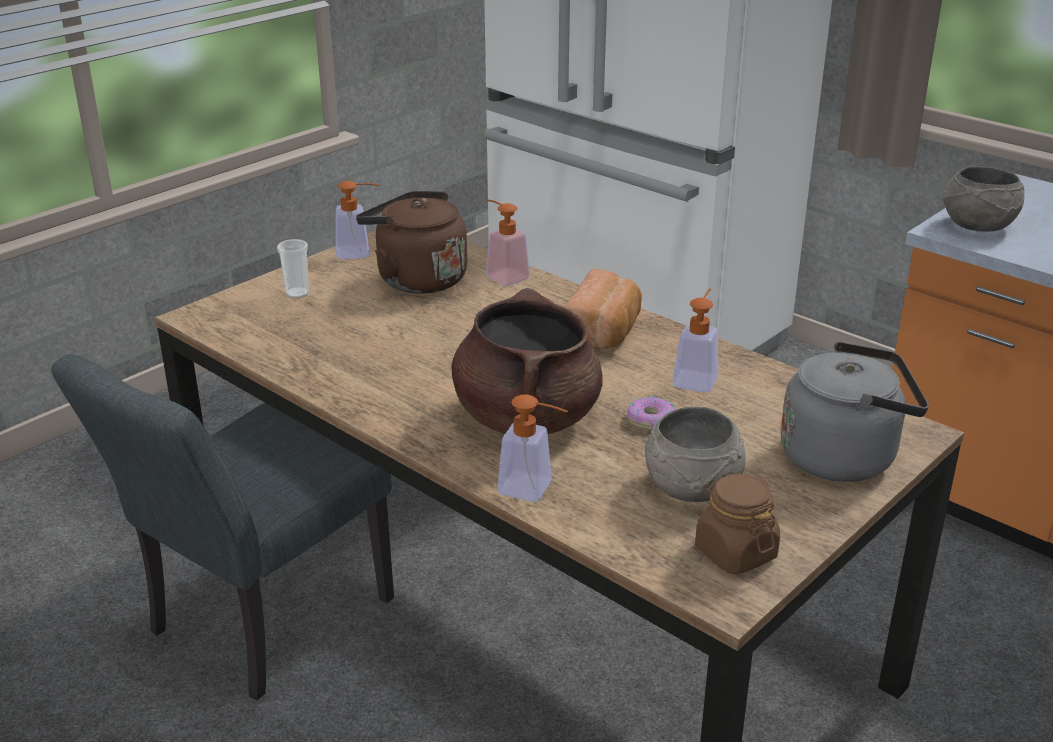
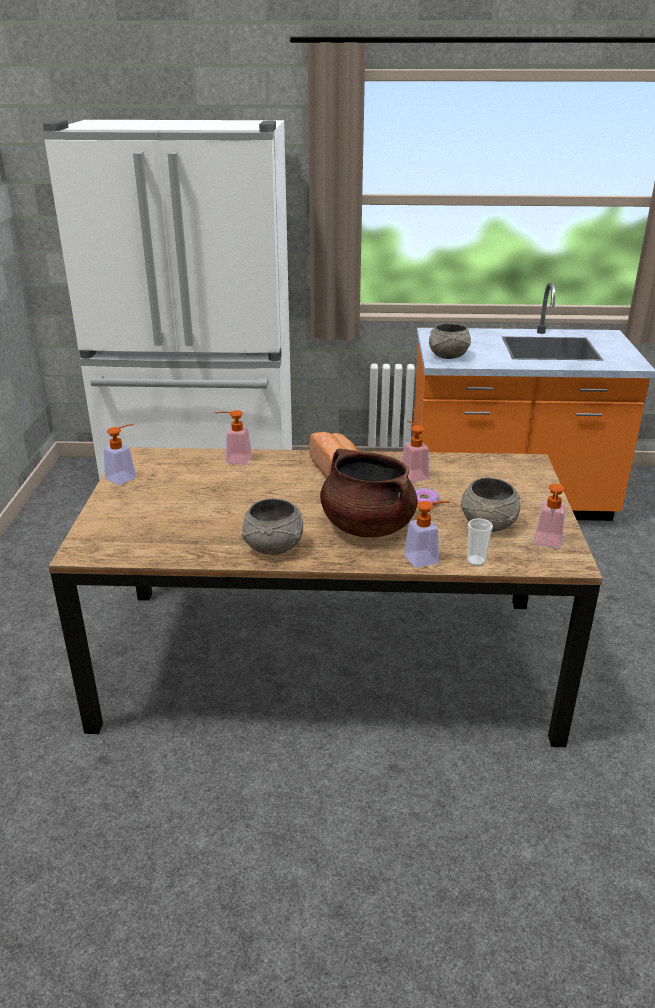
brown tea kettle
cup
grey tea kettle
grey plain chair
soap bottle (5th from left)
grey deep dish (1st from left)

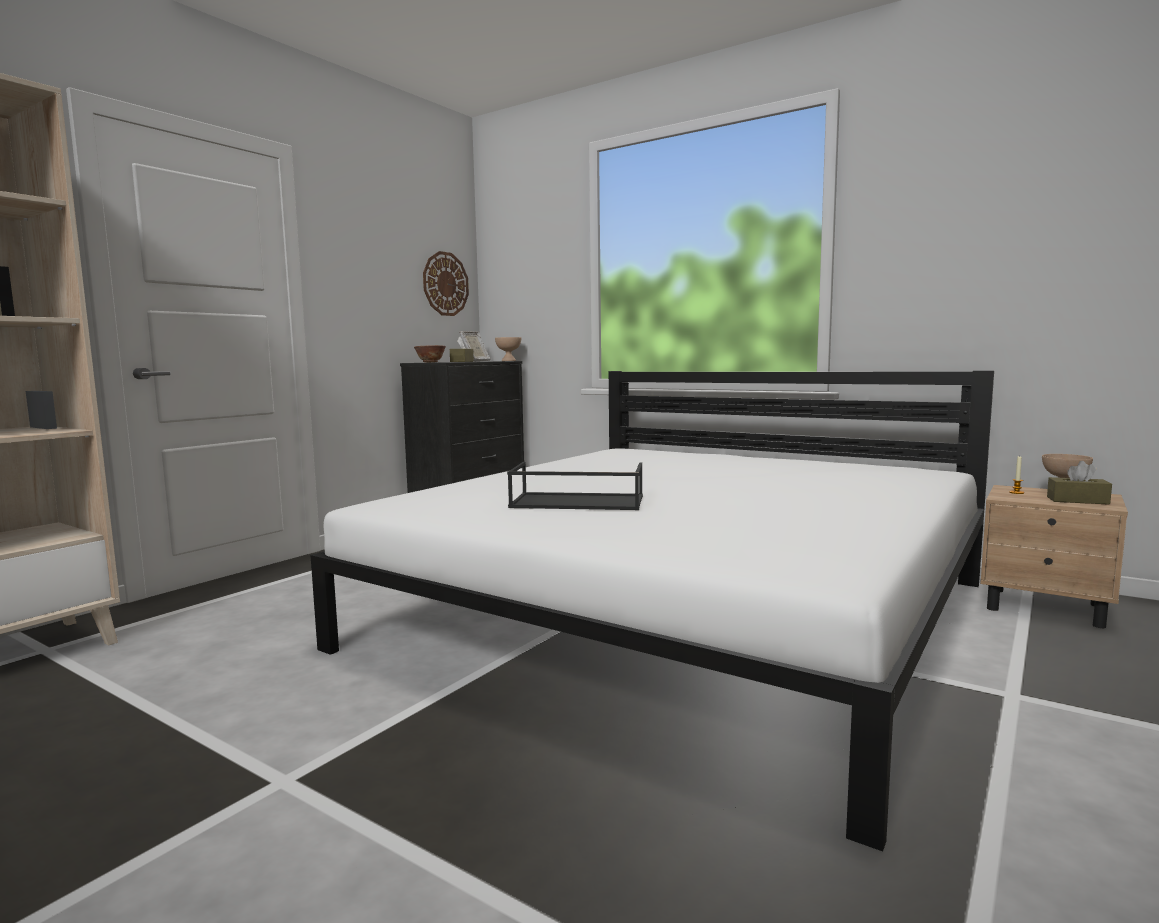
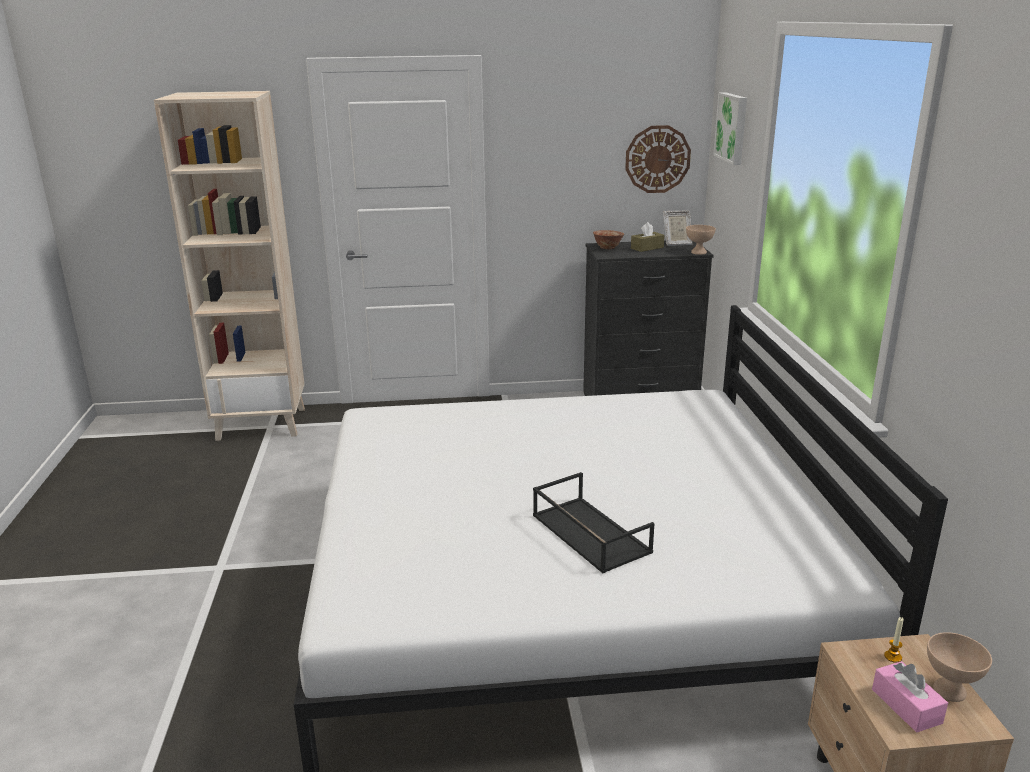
pink-coloured box of tissues
blackish tray
wall art

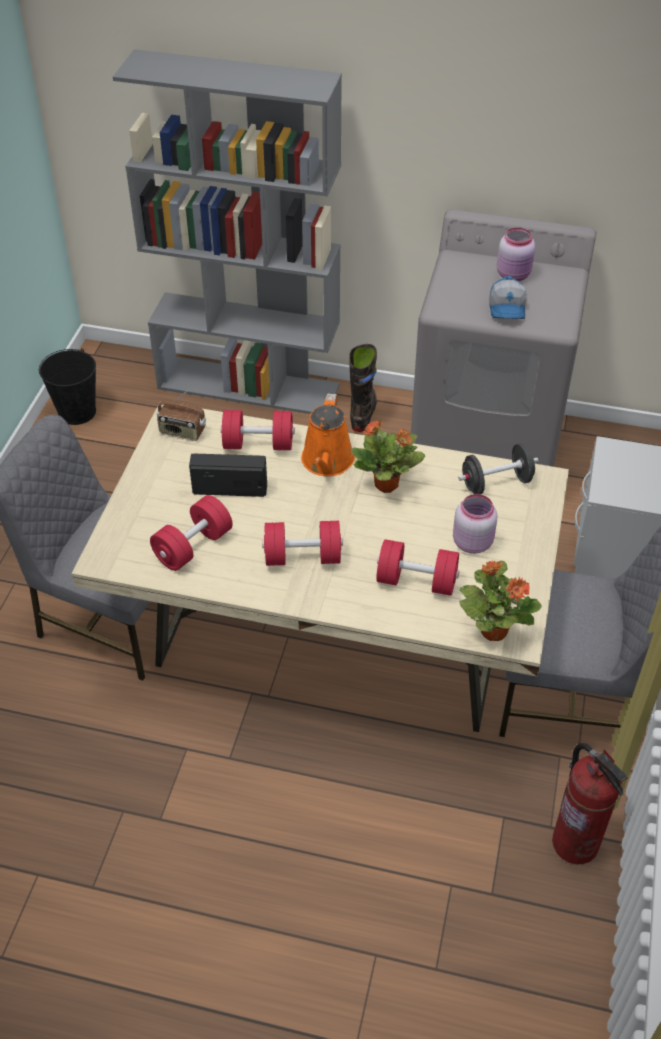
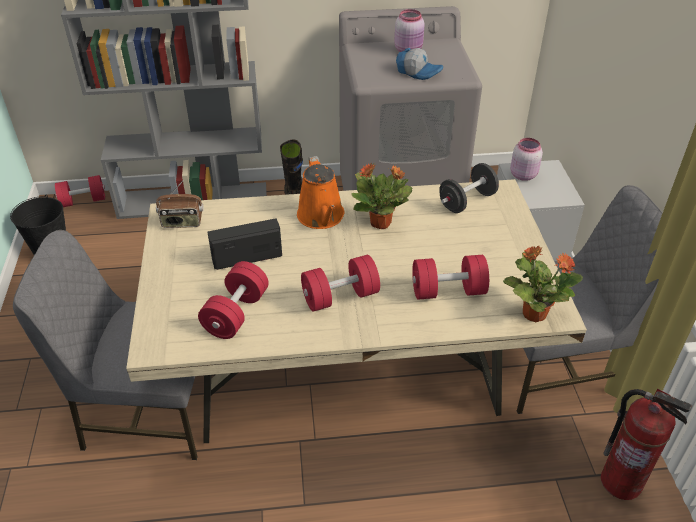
cap
red dumbbell (1st from left)
pink-coloured jar (2nd from left)

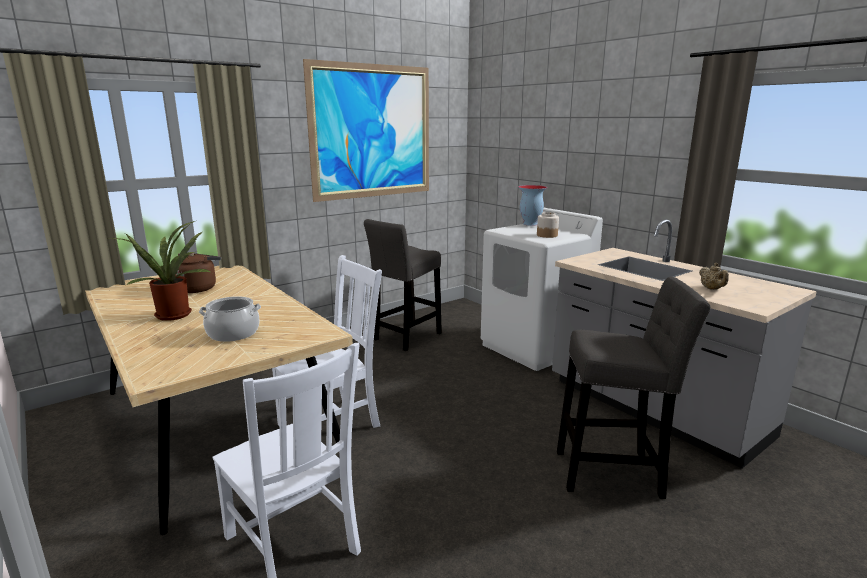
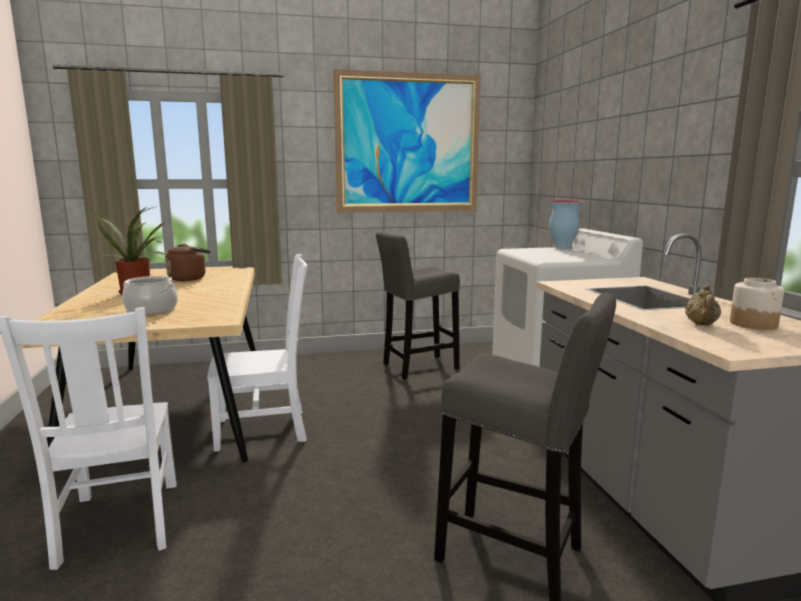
jar

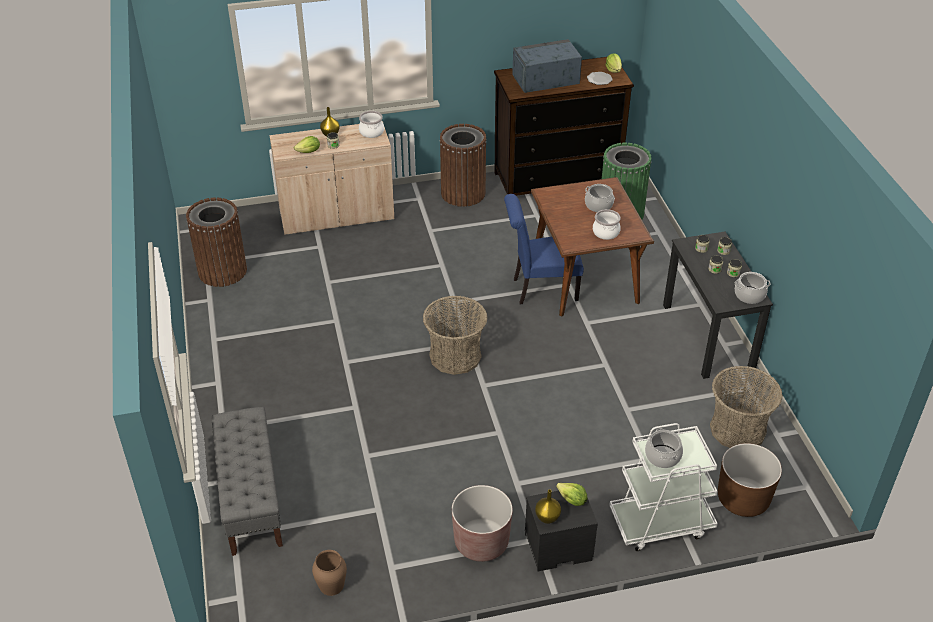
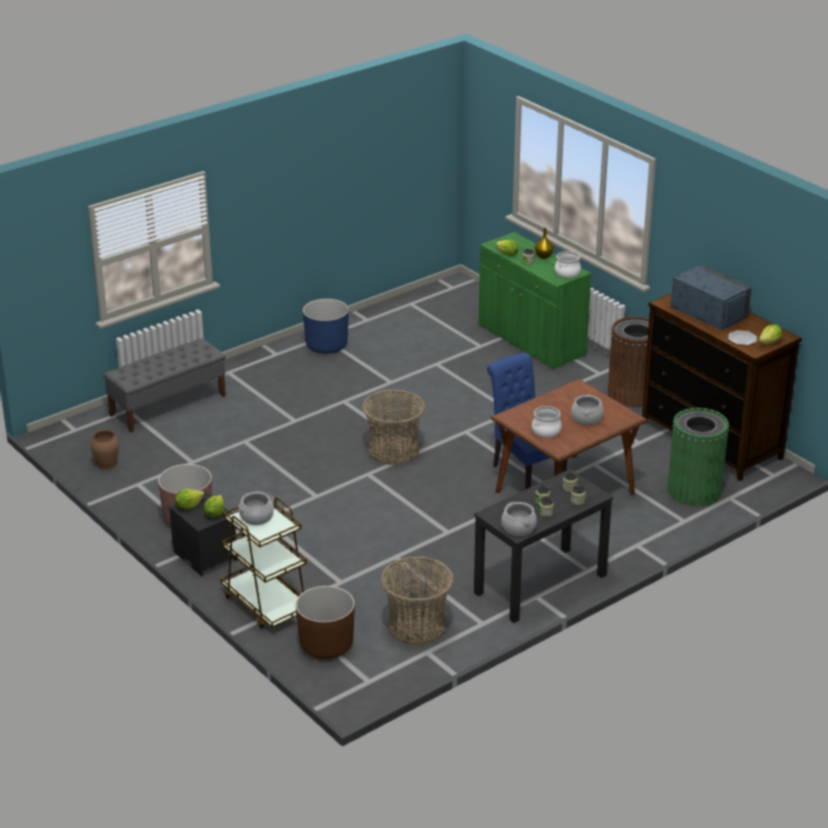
green-coloured storage cabinet
brown waste bin (1st from left in the first image)
brown wheeled cart
lettuce (1st from left)
blue-coloured planter

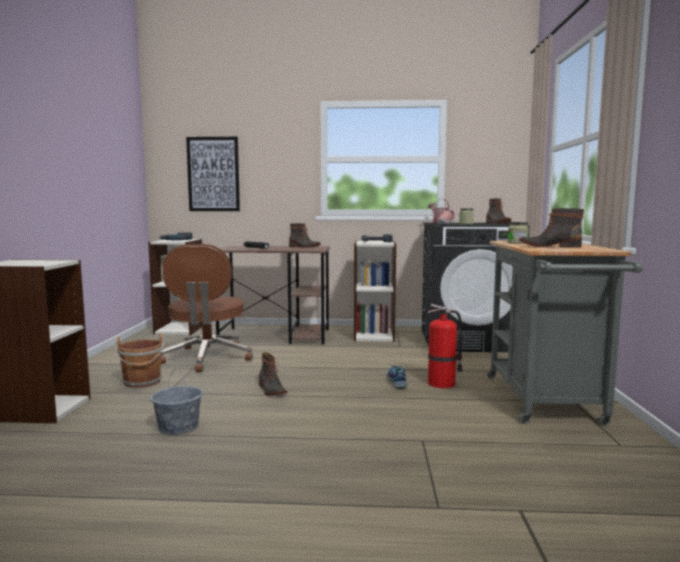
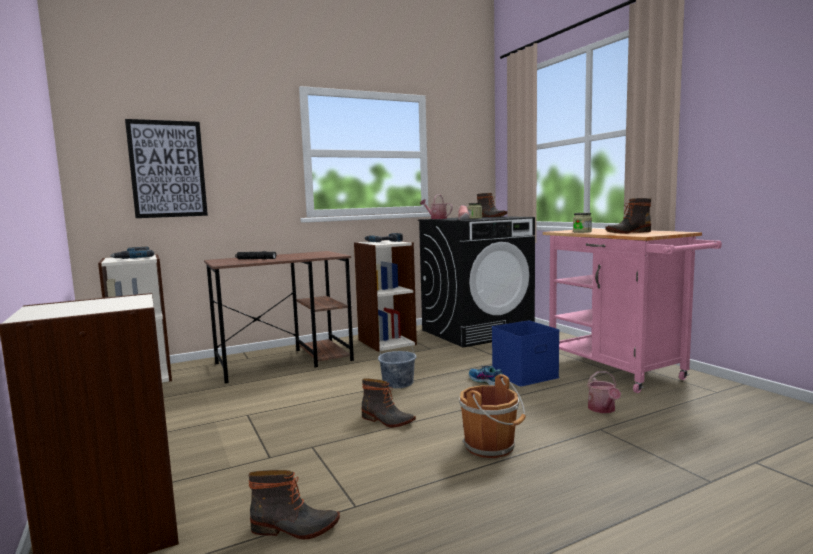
tall boot (1st from left)
pink-coloured wheeled cart
brown desk chair
blue-coloured storage bin
brown water bucket
grey water bucket
sprinkling can (2nd from left)

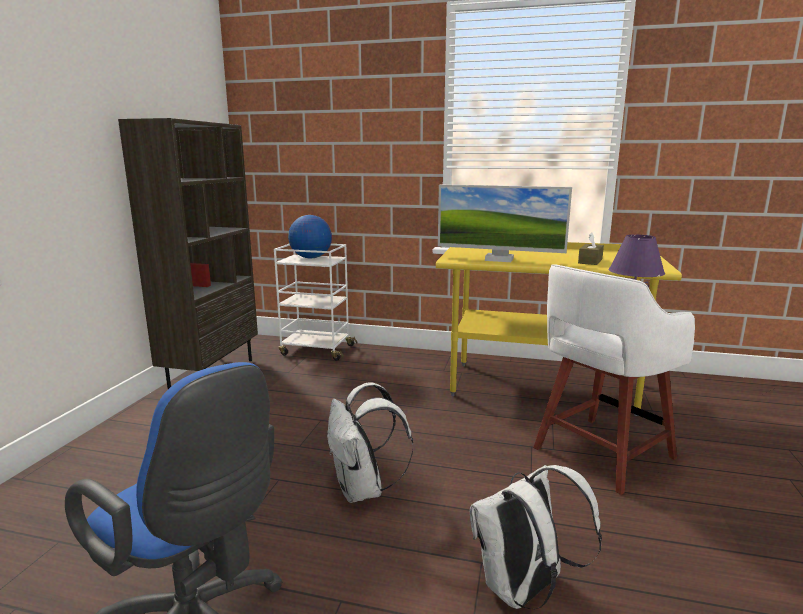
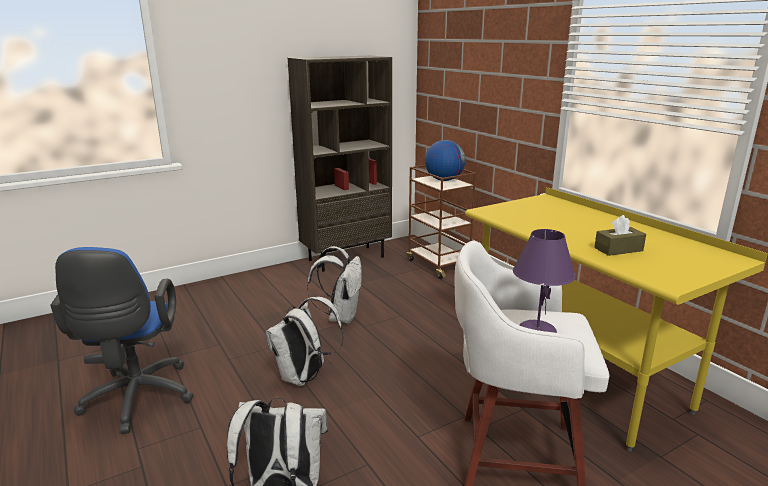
monitor
brown wheeled cart
white-coloured rucksack (3rd from left)

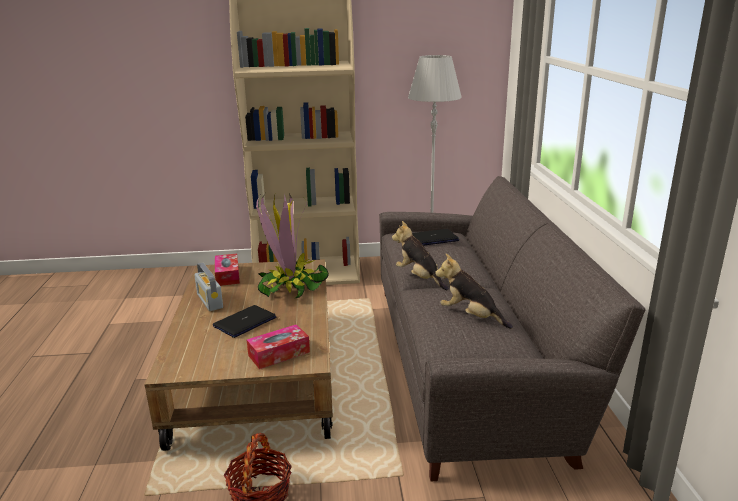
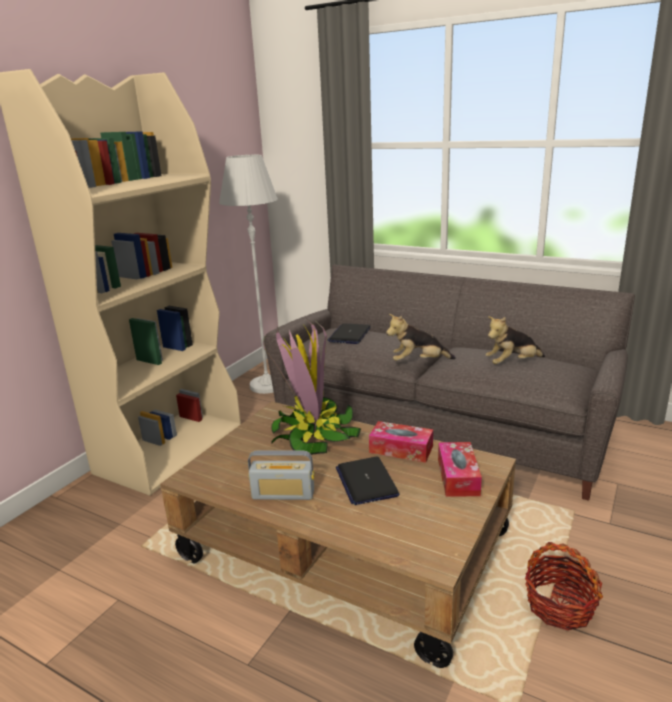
box of tissues (1st from left)

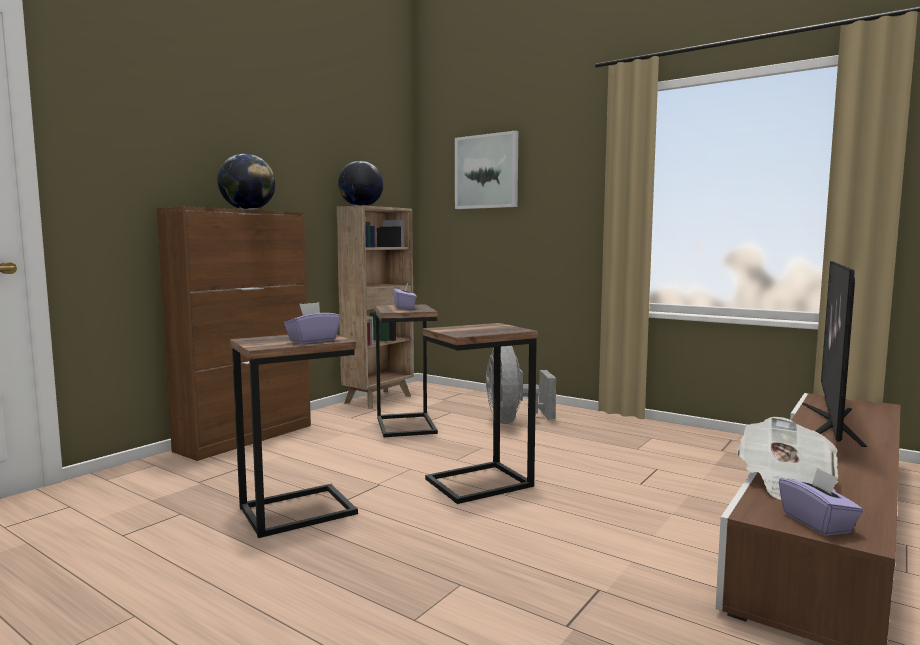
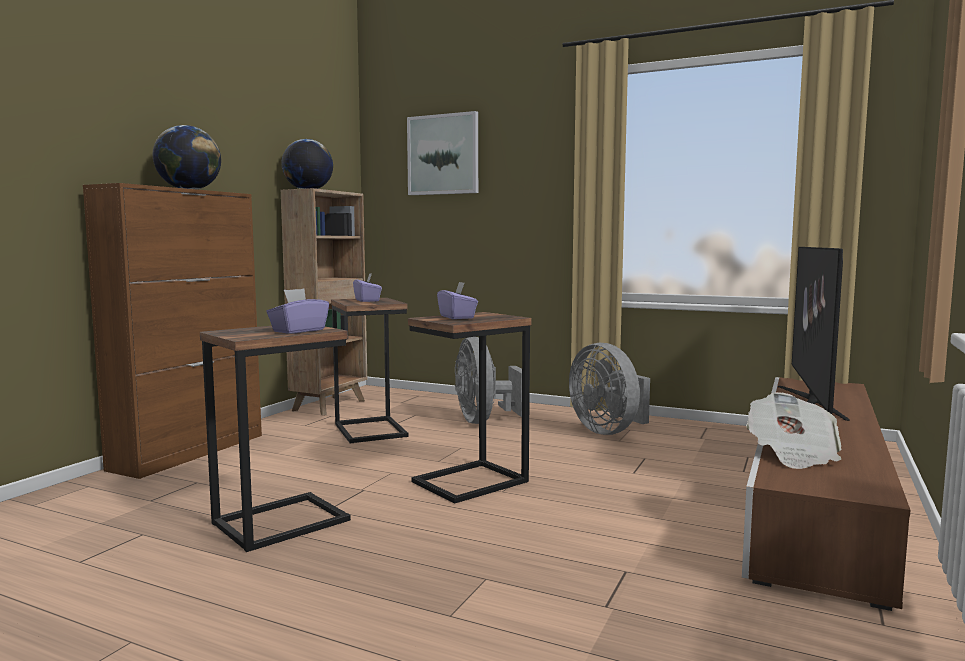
purple box of tissues (3rd from left)
grey cooling fan (2nd from left)

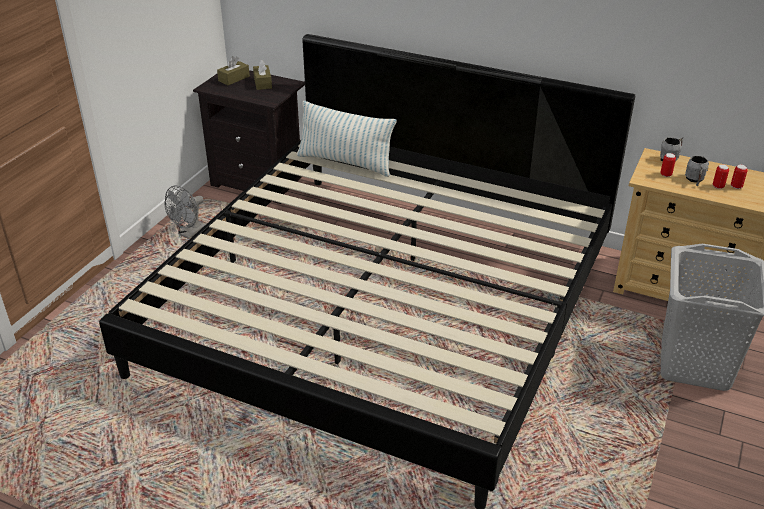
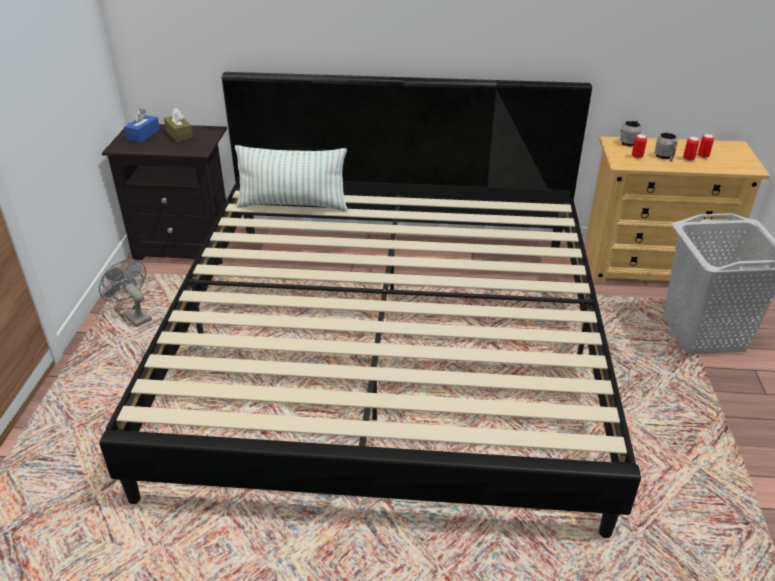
blue-coloured box of tissues
grey cooling fan

